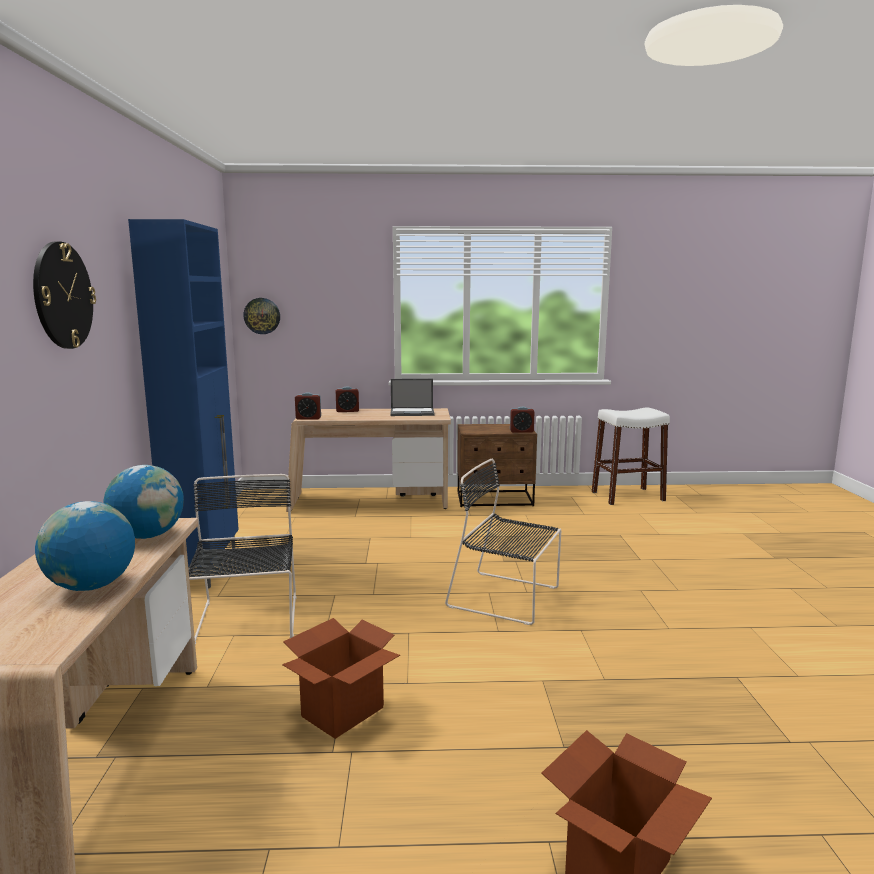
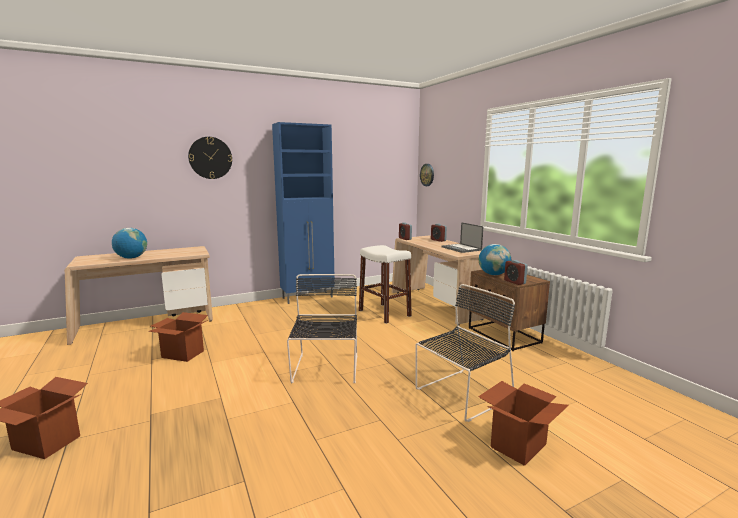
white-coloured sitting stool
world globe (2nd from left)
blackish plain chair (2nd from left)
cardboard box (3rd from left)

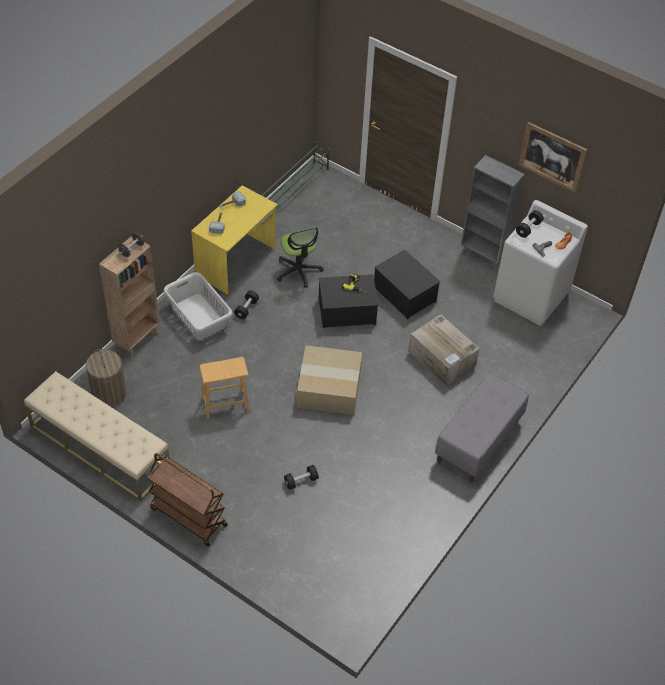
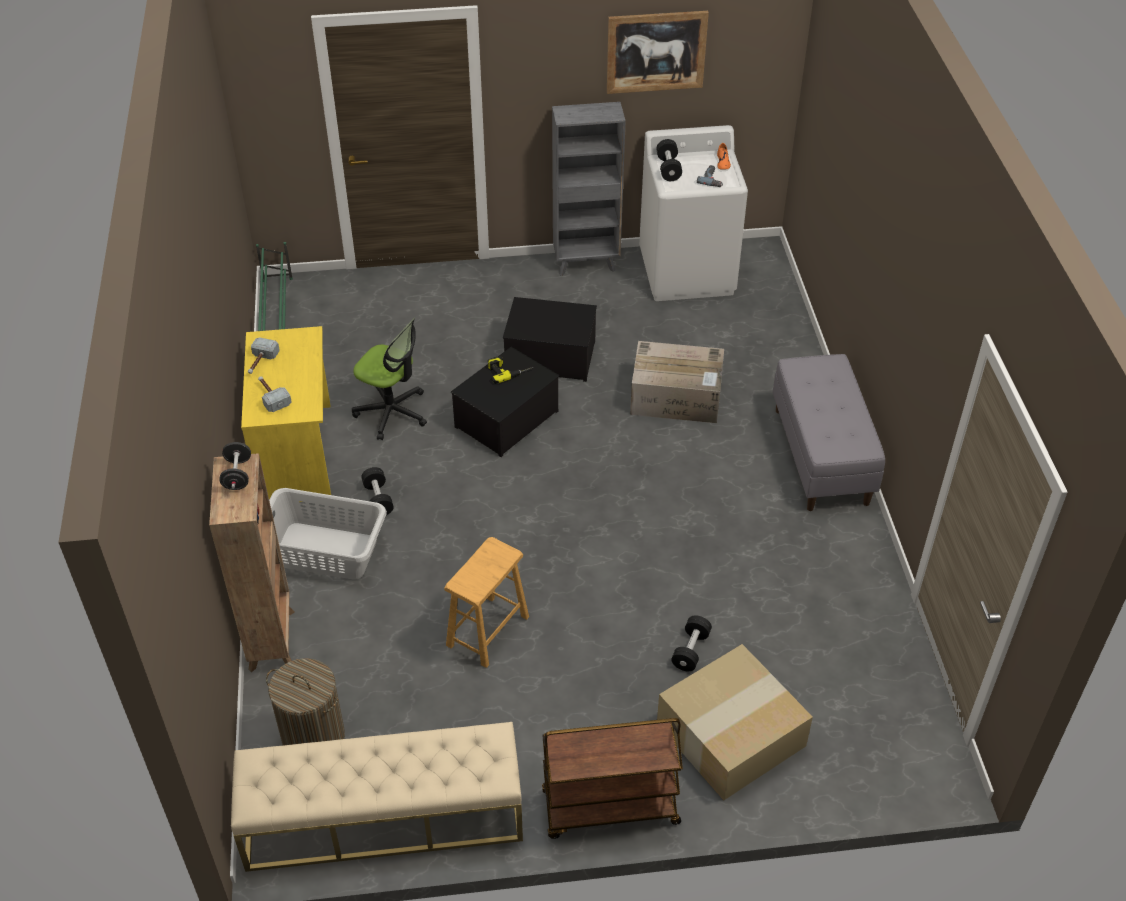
cardboard box (2nd from left)

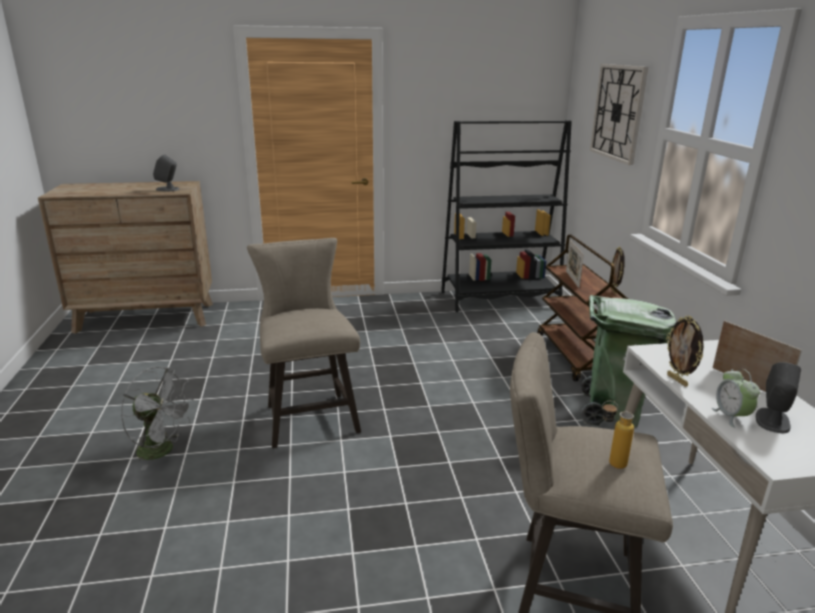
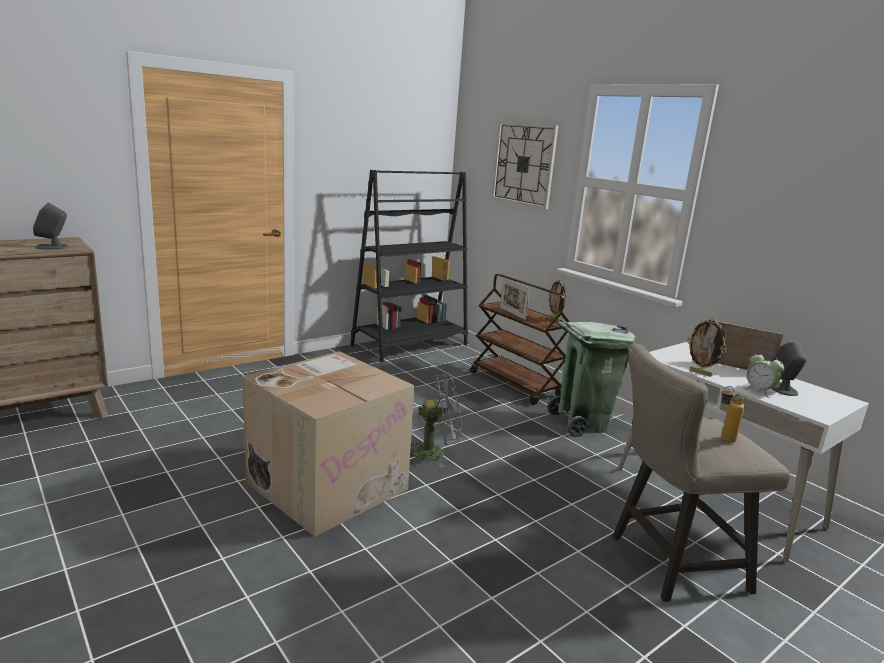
cardboard box
grey cooling fan

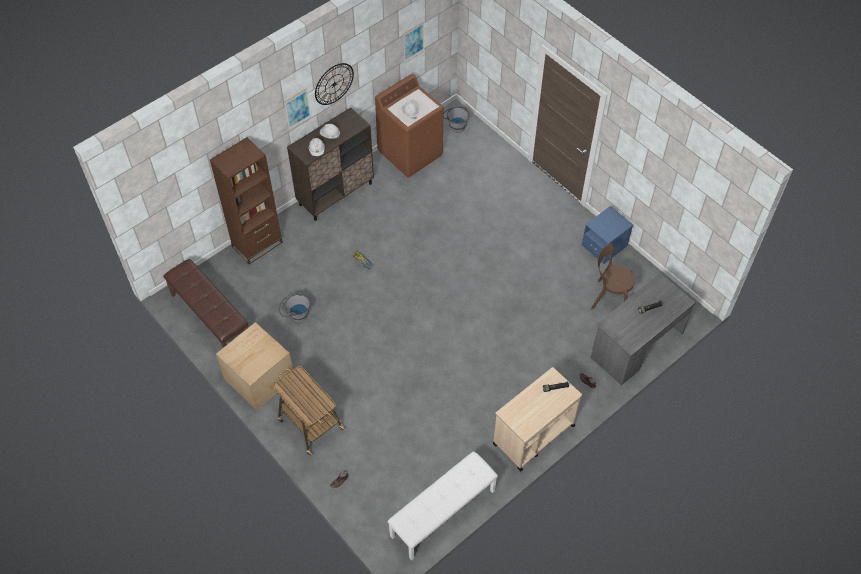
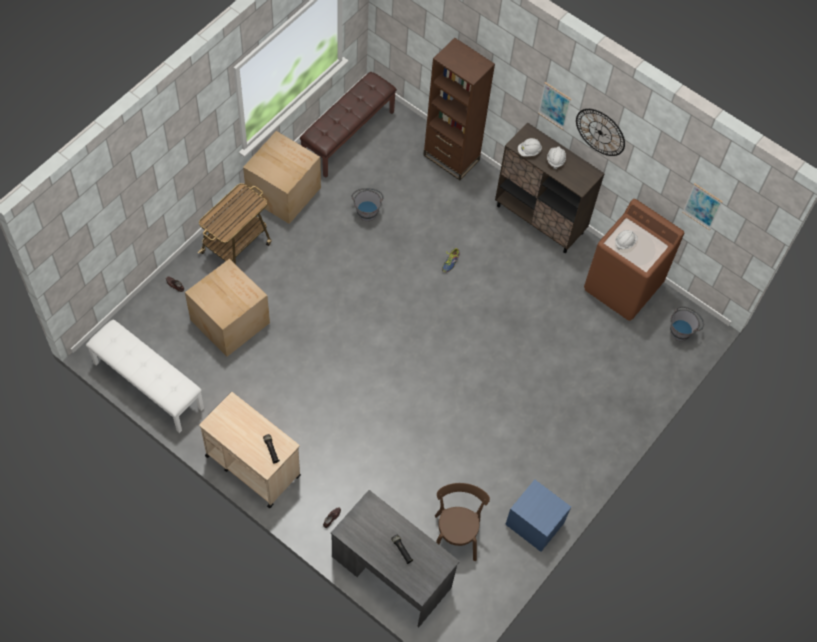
cardboard box (1st from left)

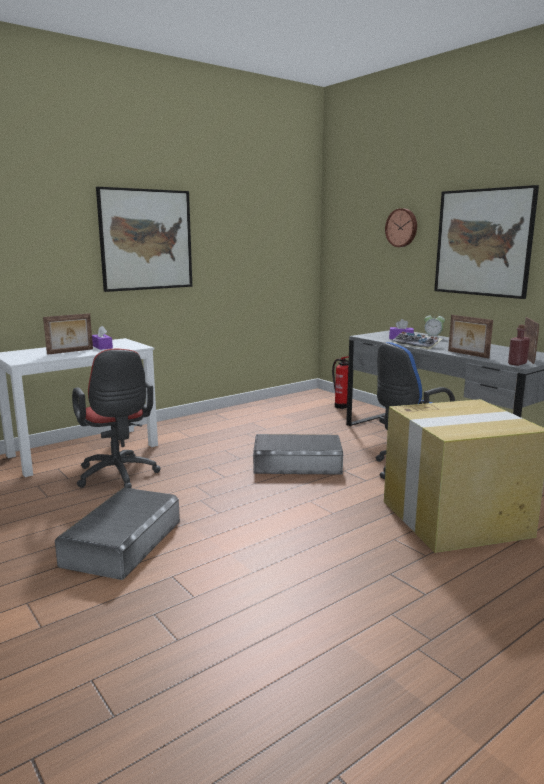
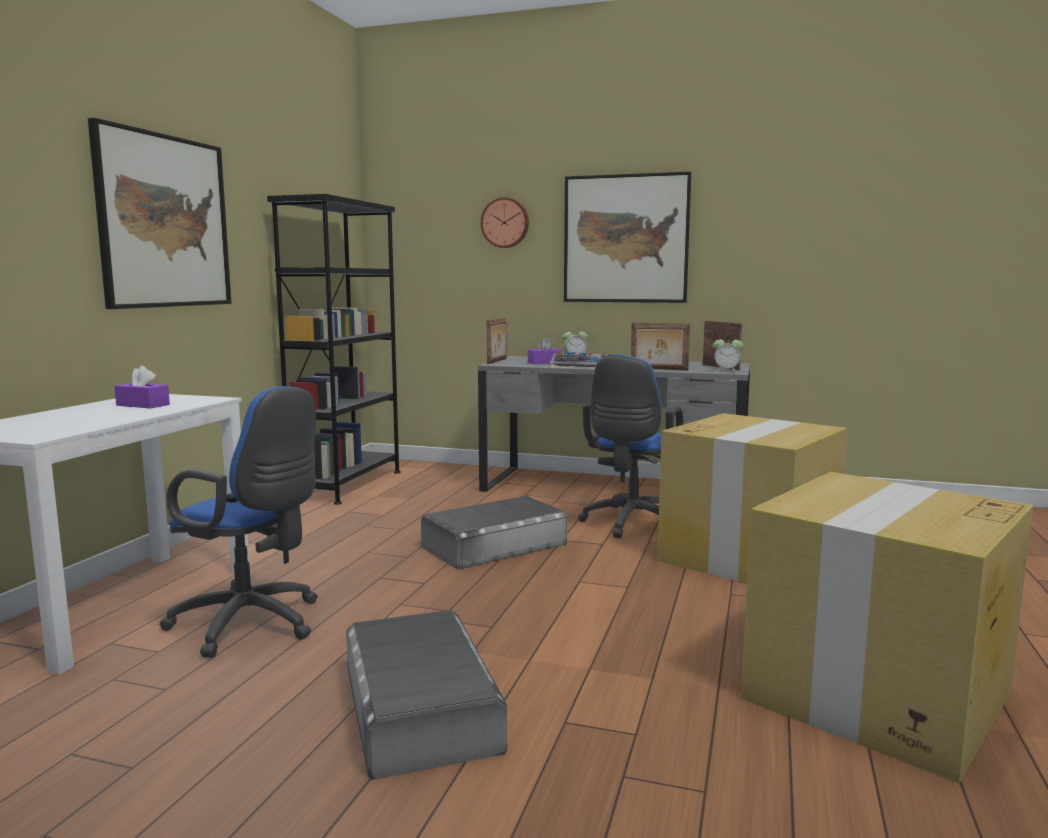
photo frame (1st from left)
table clock (2nd from left)
blue-coloured desk chair (1st from left)
fire extinguisher
blackish bookcase
cardboard box (2nd from left)

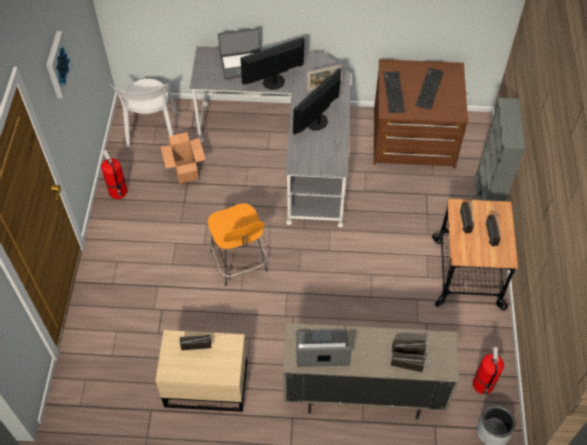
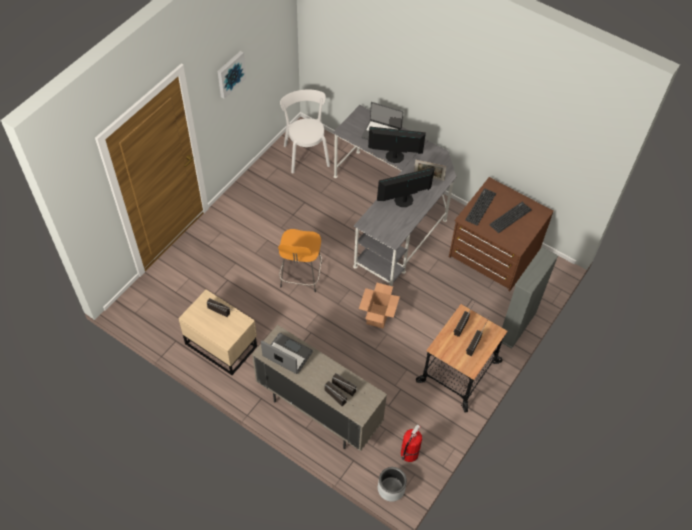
white-coloured plain chair
cardboard box
fire extinguisher (1st from left in the first image)

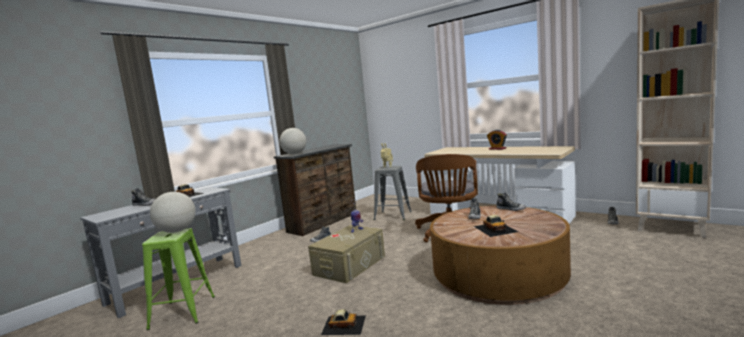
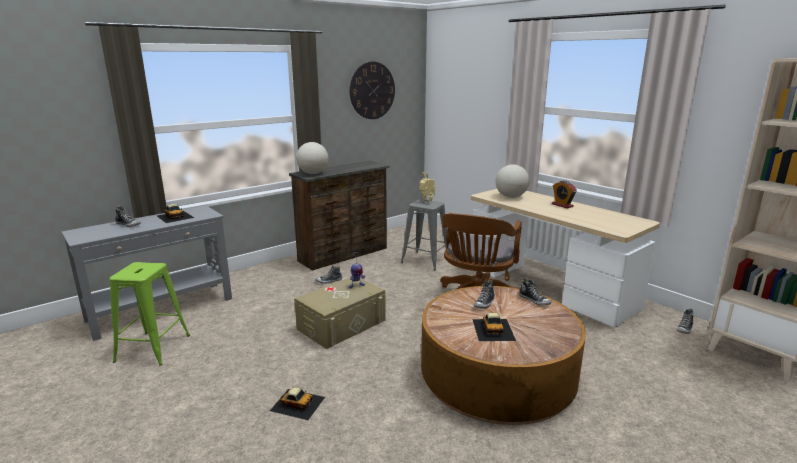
world globe (2nd from left)
wall clock

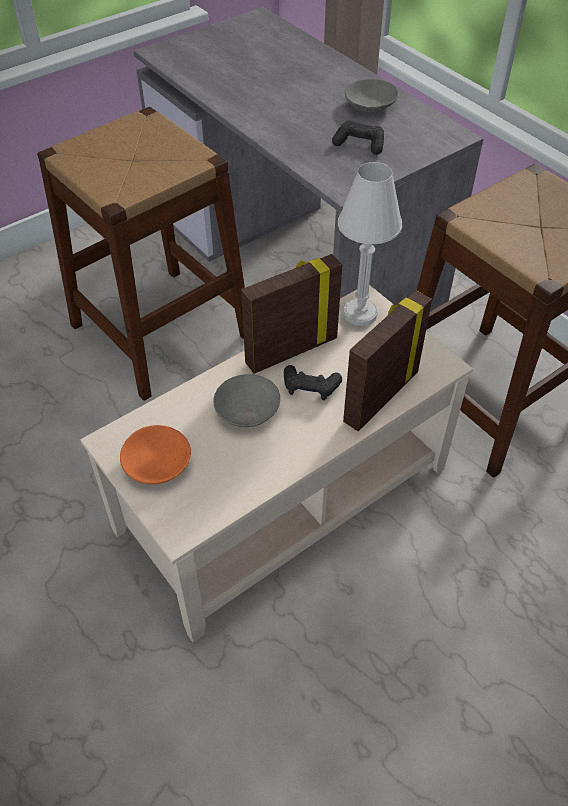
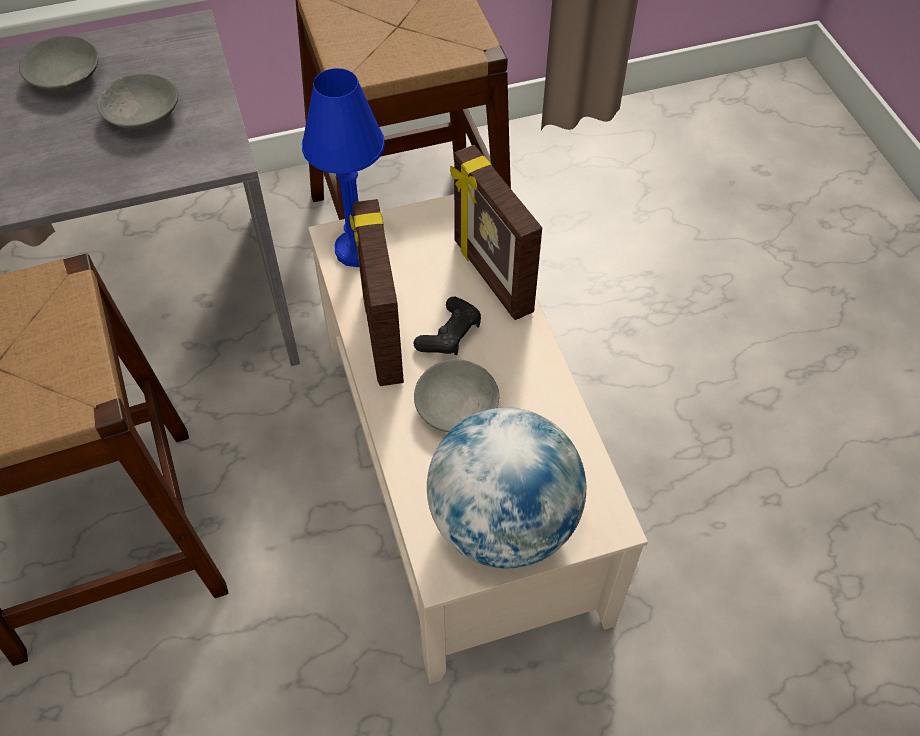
grey deep dish (2nd from left)
blue-coloured lamp for a table
world globe

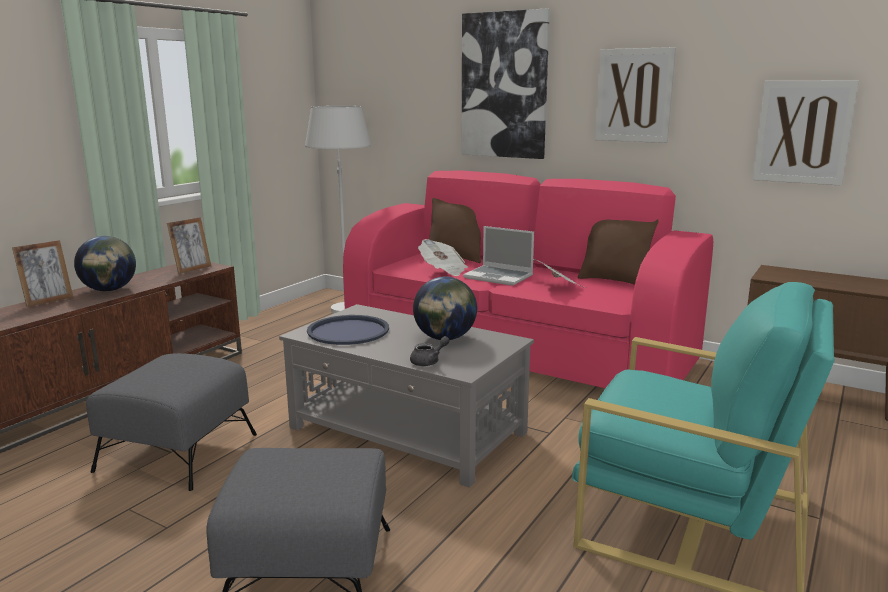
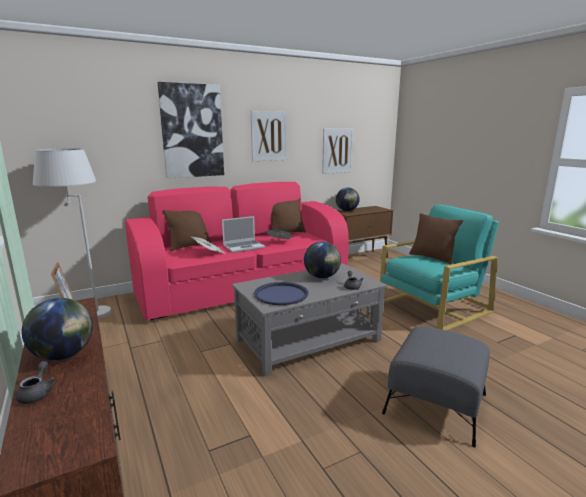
grey pot for tea (1st from left)
grey pouffe (1st from left in the first image)
world globe (3rd from left)
brown cushion (3rd from left)

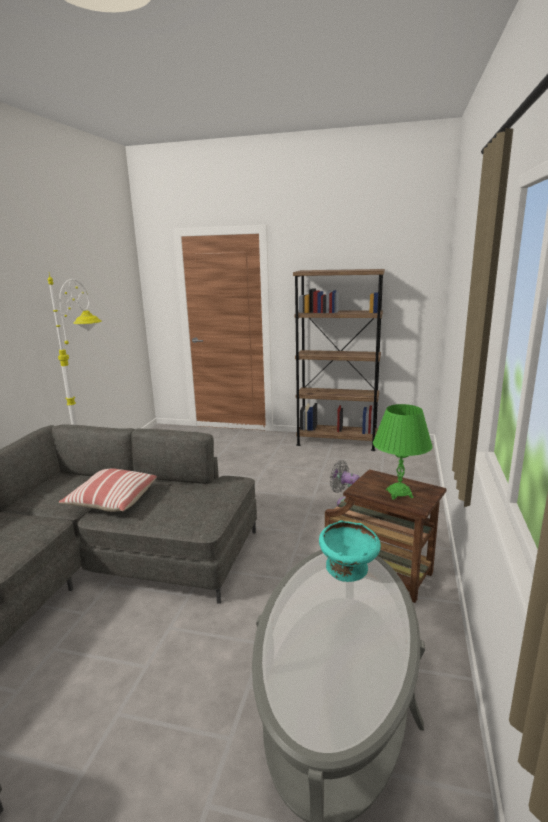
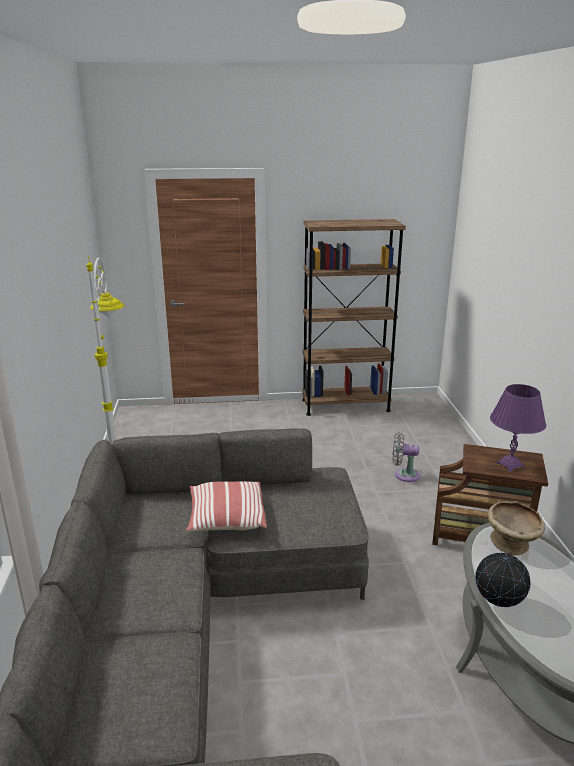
purple lamp for a table
sand-coloured deep dish
world globe

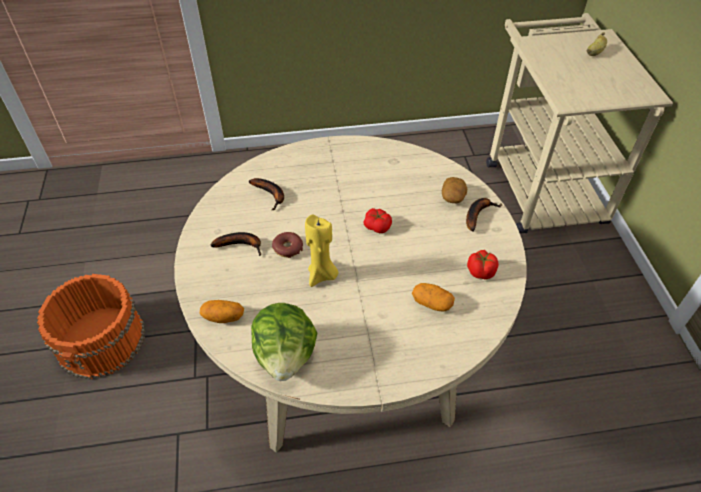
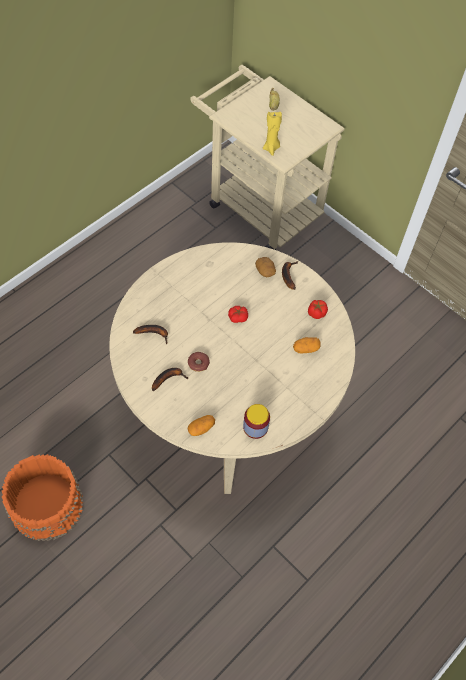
yellowish wax candle
jar

